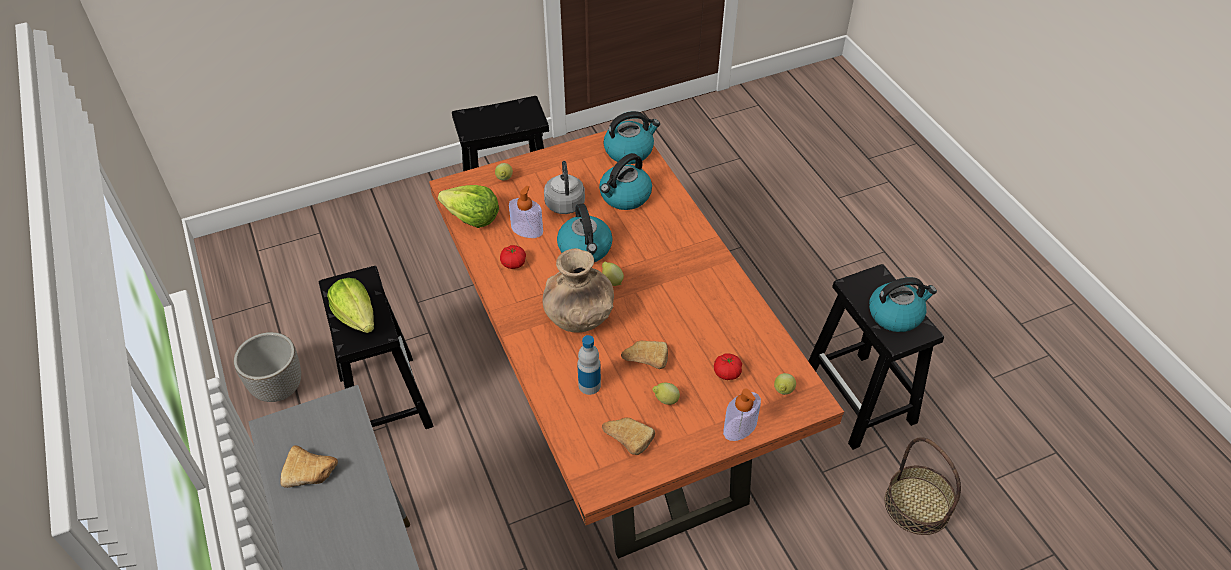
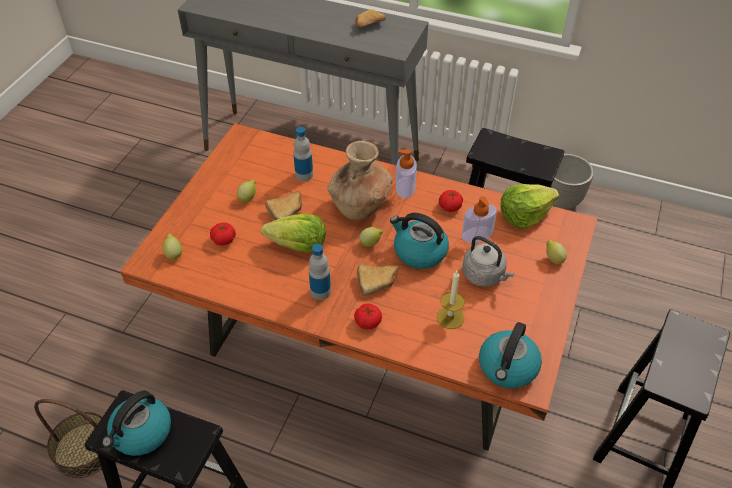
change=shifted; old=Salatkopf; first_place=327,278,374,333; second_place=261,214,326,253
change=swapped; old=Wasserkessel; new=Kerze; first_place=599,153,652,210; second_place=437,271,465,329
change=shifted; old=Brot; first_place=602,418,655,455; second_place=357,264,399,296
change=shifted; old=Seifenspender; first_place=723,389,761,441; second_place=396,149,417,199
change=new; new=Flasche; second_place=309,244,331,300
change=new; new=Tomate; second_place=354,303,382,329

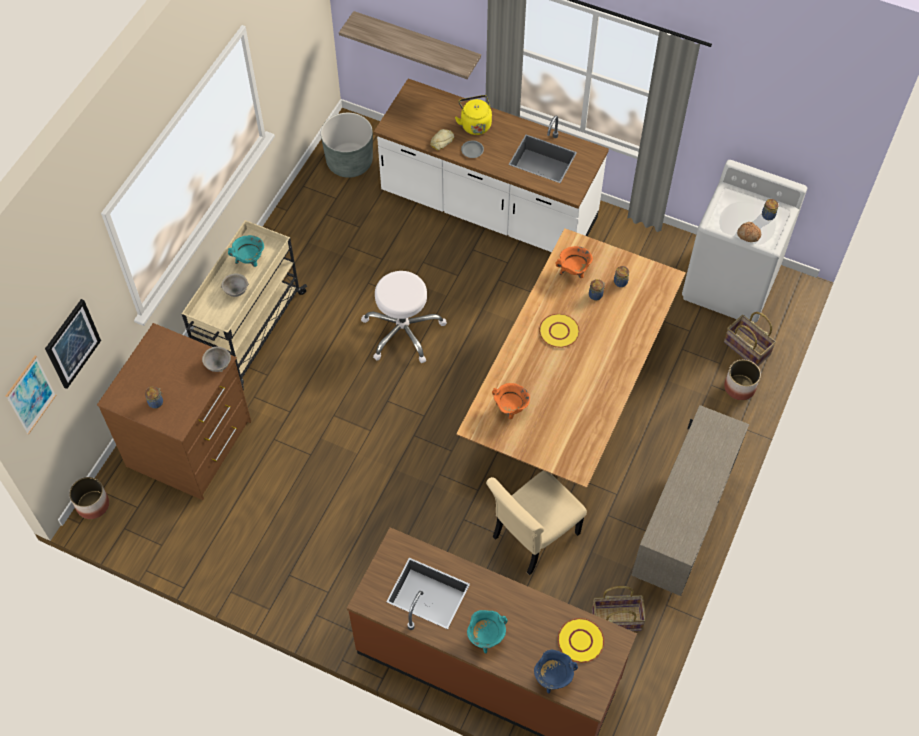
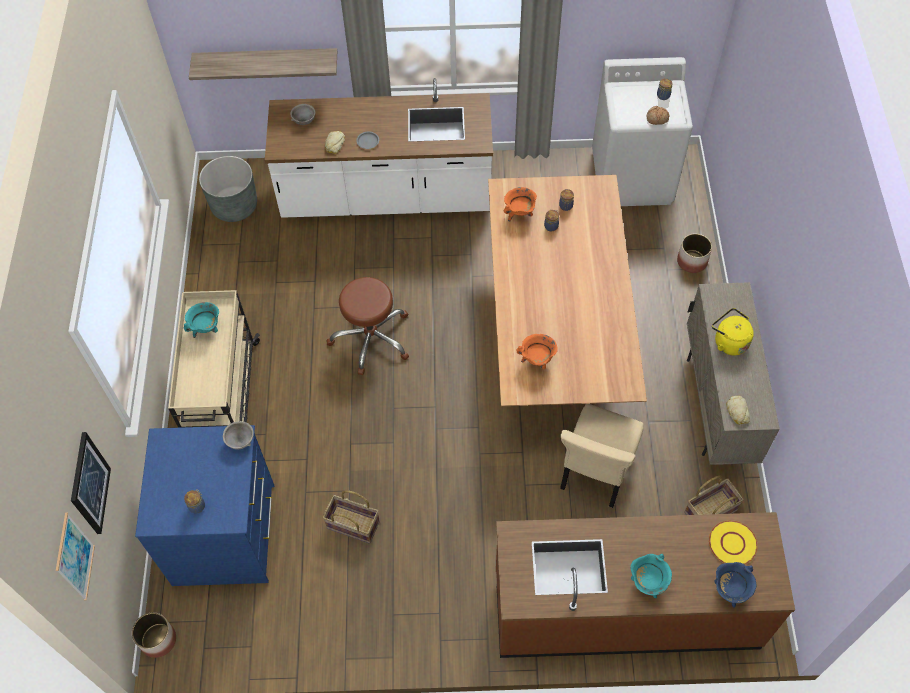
change=repainted; old=Kommode/braun; new=Kommode/blau; first_place=97,323,251,500; second_place=135,425,274,586
change=shifted; old=Schüssel/grau; first_place=221,274,249,297; second_place=290,104,315,125
change=repainted; old=Hocker/weiß; new=Hocker/braun; first_place=361,271,447,363; second_place=327,277,409,375
change=shifted; old=Wasserkessel/gelb; first_place=455,95,492,135; second_place=712,308,754,356
change=gone; old=Teller/gelb; first_place=539,314,580,348
change=shifted; old=Korb; first_place=724,312,776,366; second_place=323,490,380,544
change=new; new=Brot; second_place=726,396,750,425

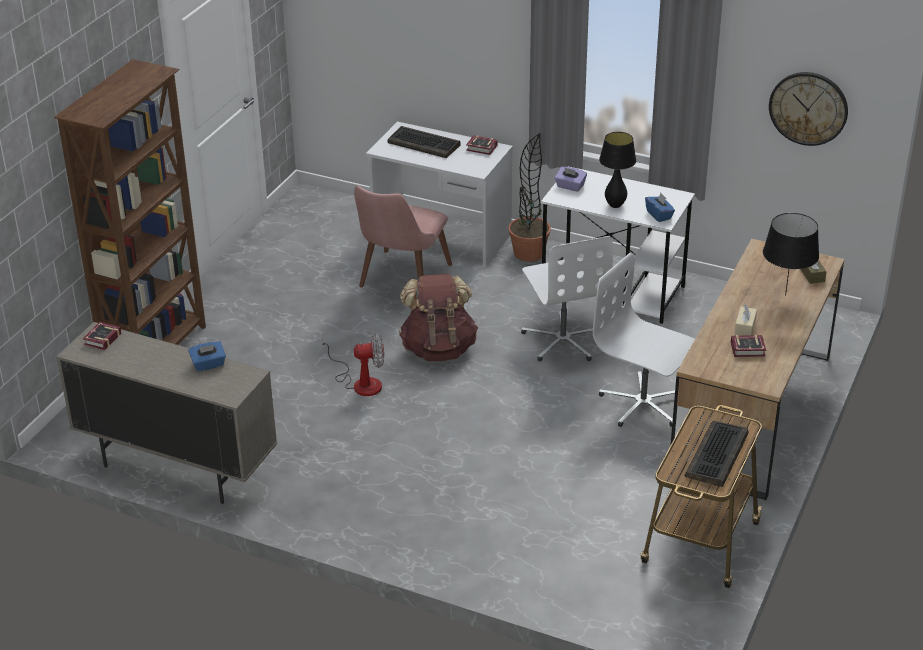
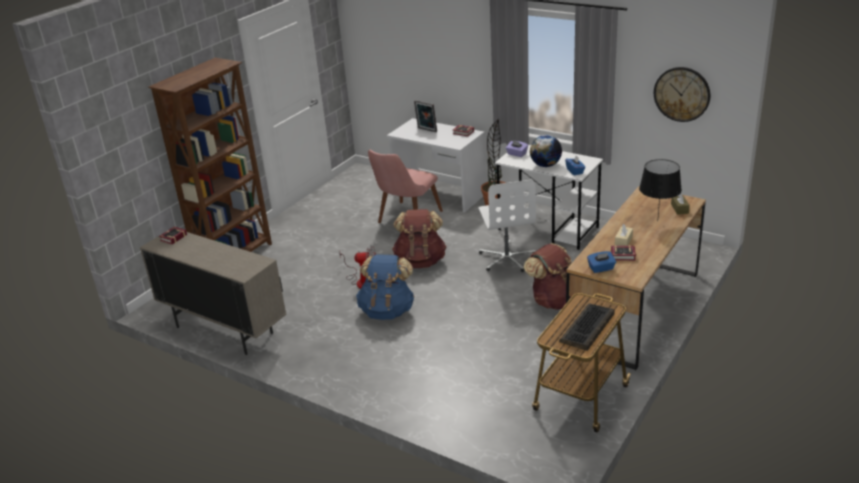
change=shifted; old=Taschentuchbox/blau; first_place=188,341,226,372; second_place=587,251,616,273
change=swapped; old=Tastatur; new=Bilderrahmen; first_place=387,126,461,158; second_place=414,100,437,132
change=swapped; old=Bürostuhl/weiß; new=Rucksack/braun; first_place=593,253,695,427; second_place=524,243,572,310
change=swapped; old=Tischlampe/schwarz; new=Globus; first_place=599,132,636,208; second_place=530,135,562,167
change=new; new=Rucksack/blau; second_place=356,254,415,320

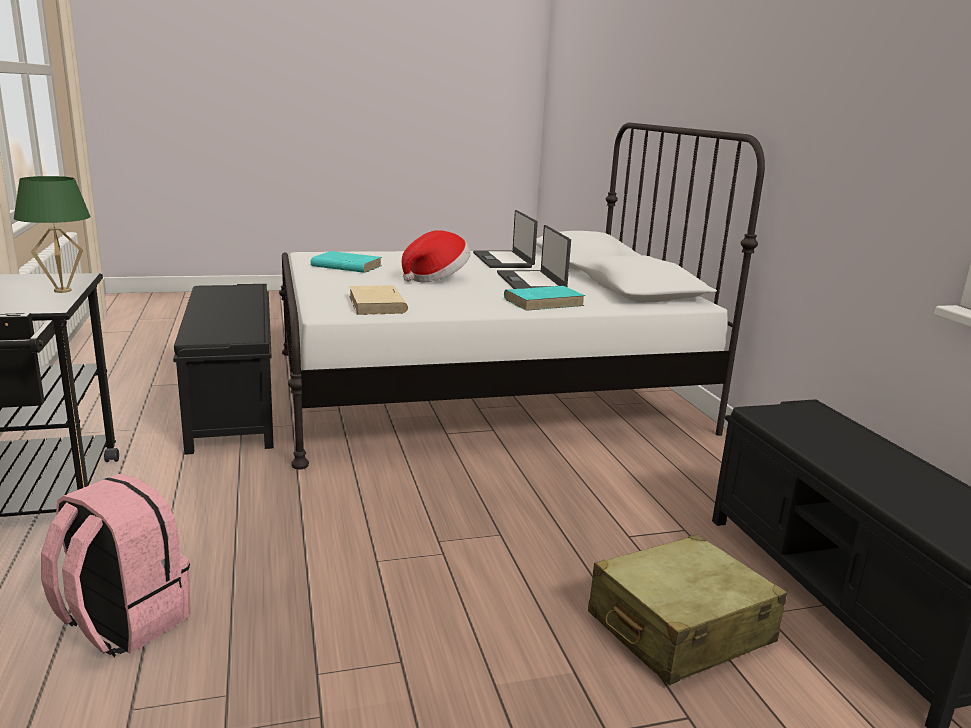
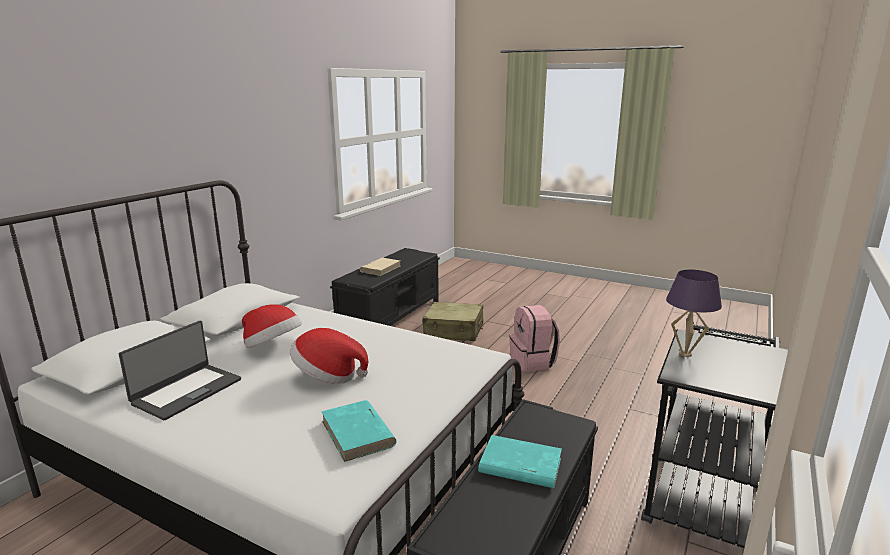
change=repainted; old=Tischlampe/grün; new=Tischlampe/lila; first_place=14,176,91,293; second_place=666,270,722,357
change=shifted; old=Rucksack/rosa; first_place=41,474,191,657; second_place=509,305,560,372
change=shifted; old=Buch/beige; first_place=349,285,408,315; second_place=360,258,400,276
change=swapped; old=Laptop; new=Hut; first_place=497,225,571,289; second_place=242,304,302,348
change=shifted; old=Buch/türkis; first_place=504,286,585,311; second_place=478,435,562,488

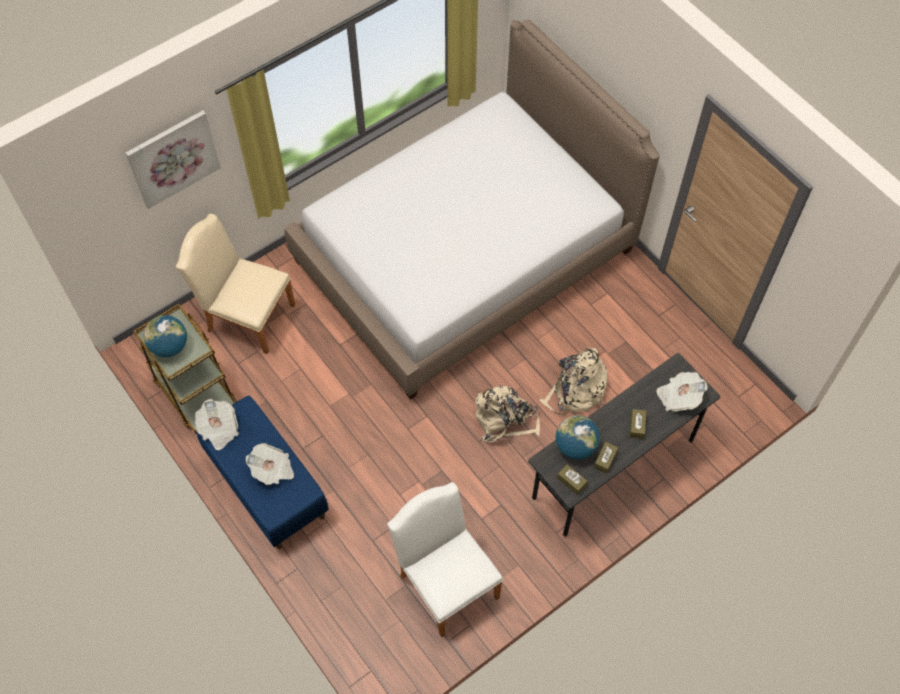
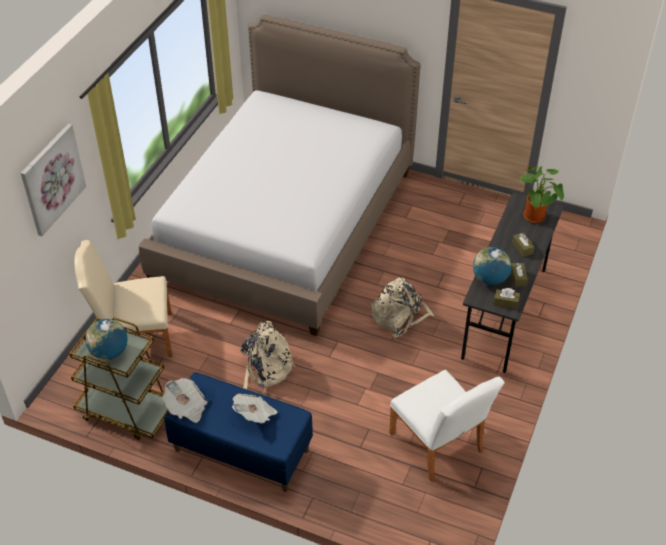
change=rotated; old=Stuhl/weiß; first_place=387,482,503,637; second_place=389,370,505,482; degrees=-150
change=shifted; old=Rucksack/beige; first_place=539,348,608,415; second_place=240,321,295,394
change=swapped; old=Zeitung; new=Topfpflanze; first_place=656,372,708,411; second_place=519,166,564,223

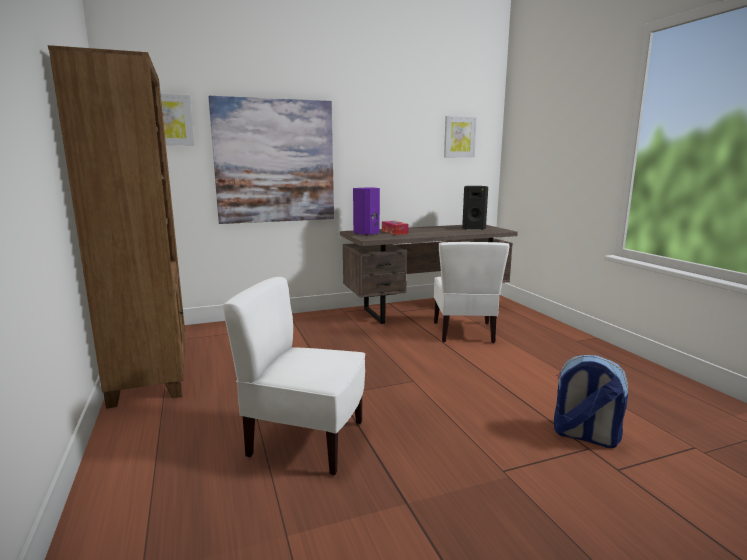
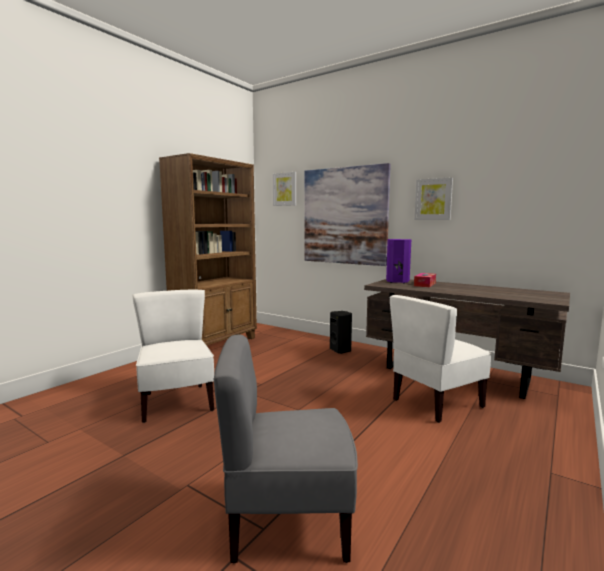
change=shifted; old=Bild; first_place=444,116,477,157; second_place=415,177,453,220
change=shifted; old=Lautsprecher/schwarz; first_place=462,186,488,230; second_place=330,311,352,354
change=swapped; old=Rucksack; new=Stuhl/grau; first_place=554,355,628,448; second_place=214,334,358,563

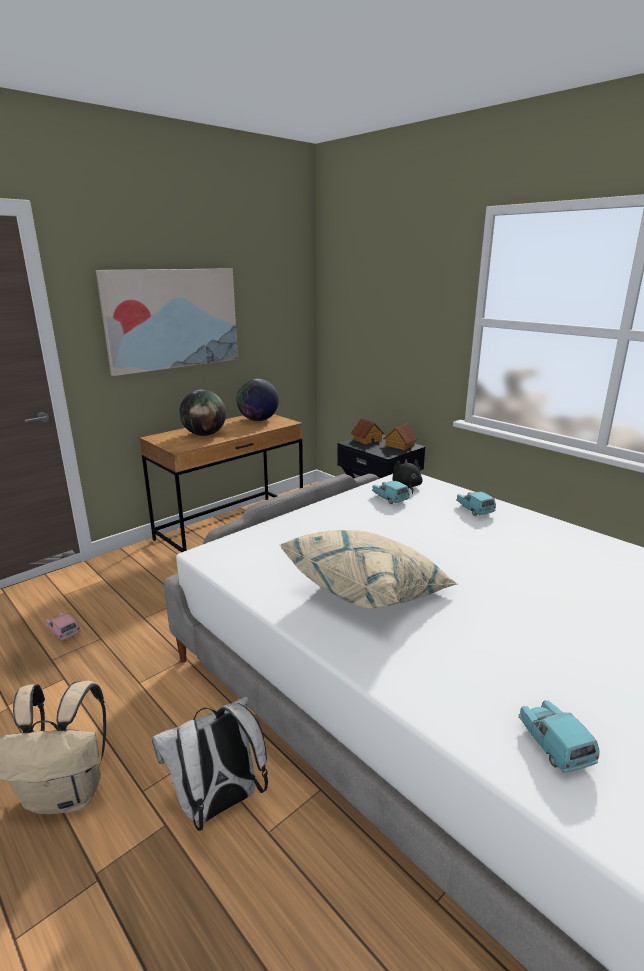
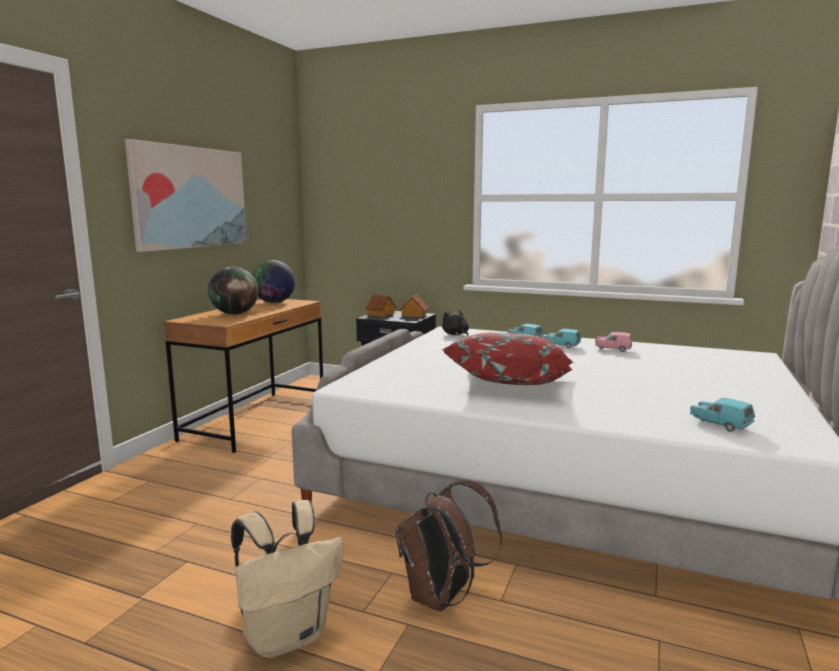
change=shifted; old=Spielzeugauto/rosa; first_place=46,612,80,641; second_place=595,332,632,352
change=repainted; old=Rucksack/weiß; new=Rucksack/braun; first_place=152,696,268,831; second_place=396,481,502,611
change=repainted; old=Kissen/beige; new=Kissen/rot; first_place=279,530,457,609; second_place=443,332,573,385
change=shifted; old=Spielzeugauto/türkis; first_place=372,481,410,504; second_place=544,329,581,349

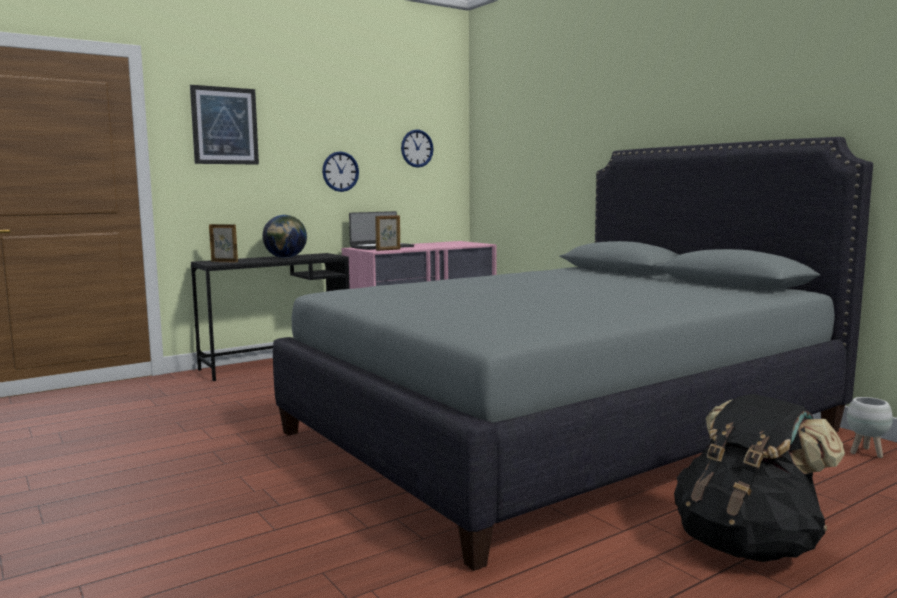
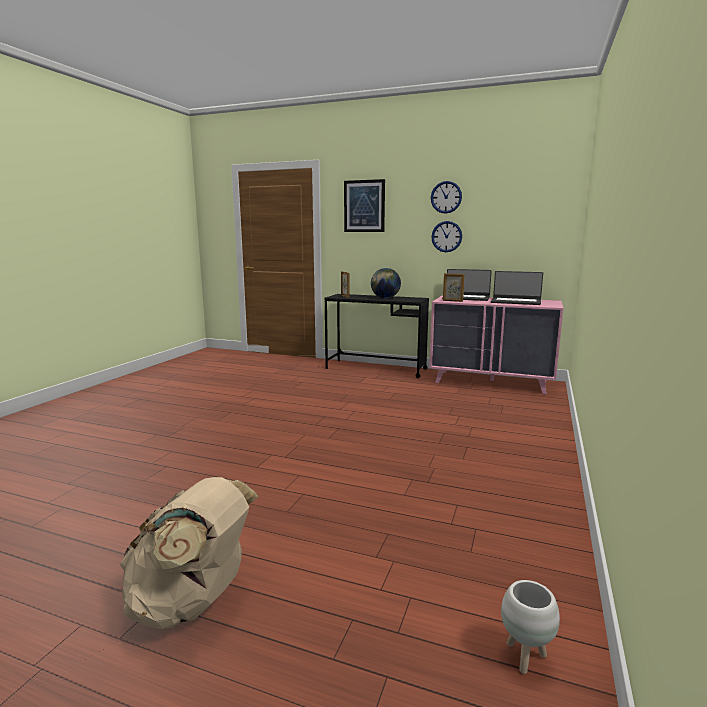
change=gone; old=Bett/grau; first_place=273,137,873,571
change=shifted; old=Wanduhr; first_place=401,129,433,168; second_place=431,181,462,214
change=repainted; old=Rucksack/schwarz; new=Rucksack/beige; first_place=674,394,845,562; second_place=120,477,258,629
change=new; new=Laptop; second_place=491,271,543,305

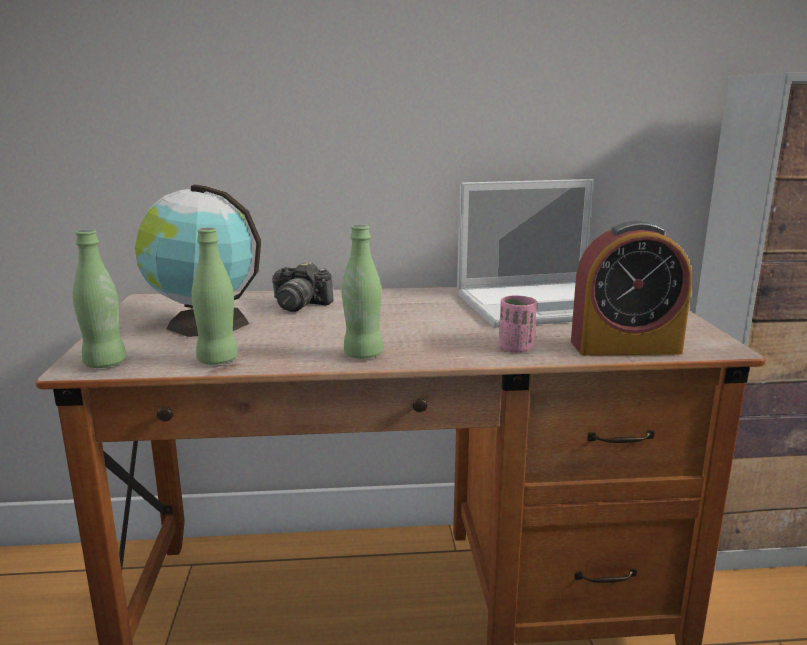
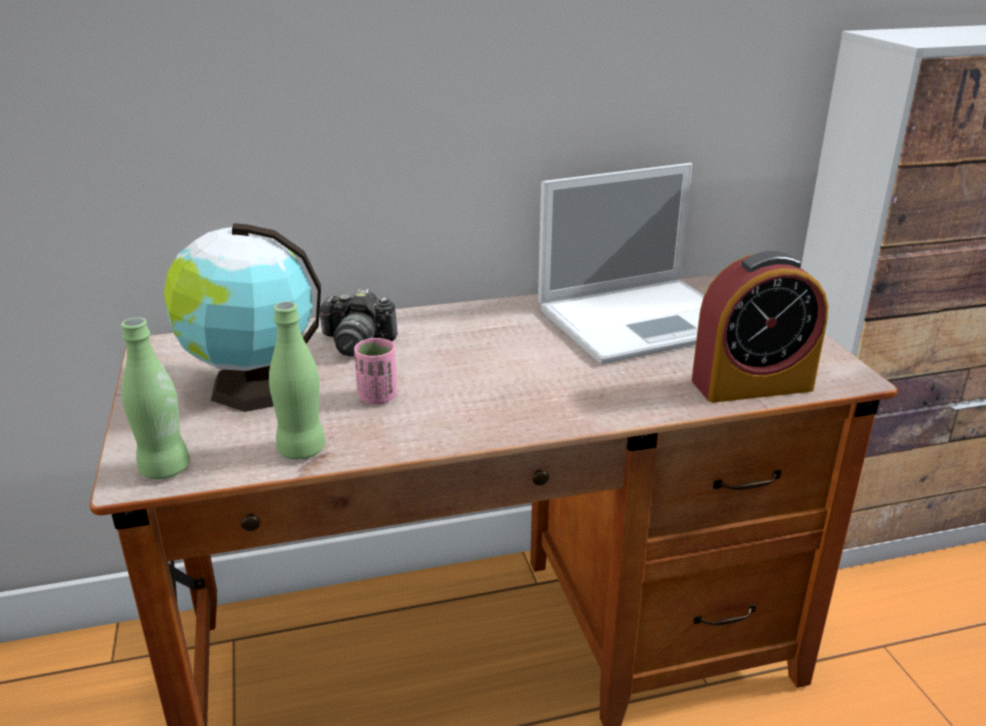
change=gone; old=Flasche/grün; first_place=342,224,383,359
change=shifted; old=Tasse/rosa; first_place=499,295,537,353; second_place=354,338,397,405

